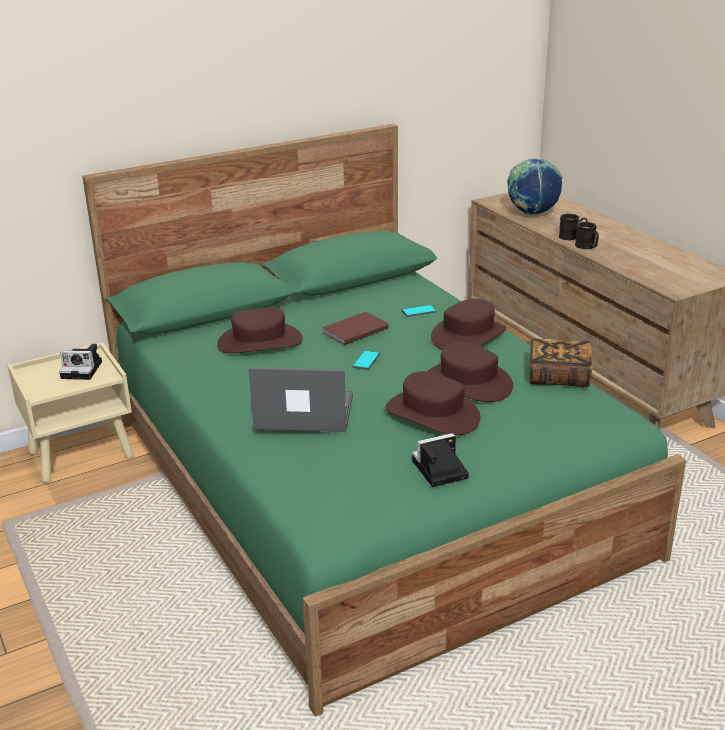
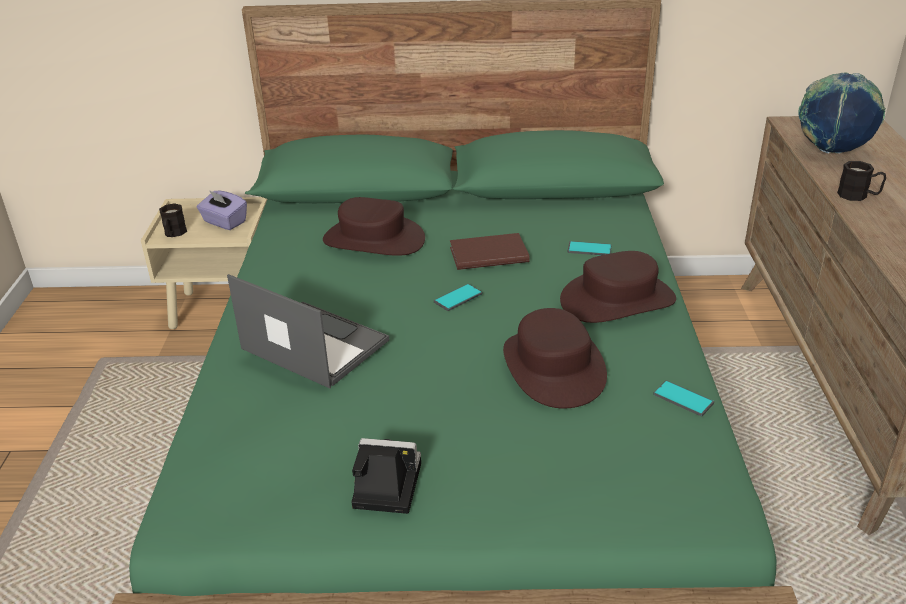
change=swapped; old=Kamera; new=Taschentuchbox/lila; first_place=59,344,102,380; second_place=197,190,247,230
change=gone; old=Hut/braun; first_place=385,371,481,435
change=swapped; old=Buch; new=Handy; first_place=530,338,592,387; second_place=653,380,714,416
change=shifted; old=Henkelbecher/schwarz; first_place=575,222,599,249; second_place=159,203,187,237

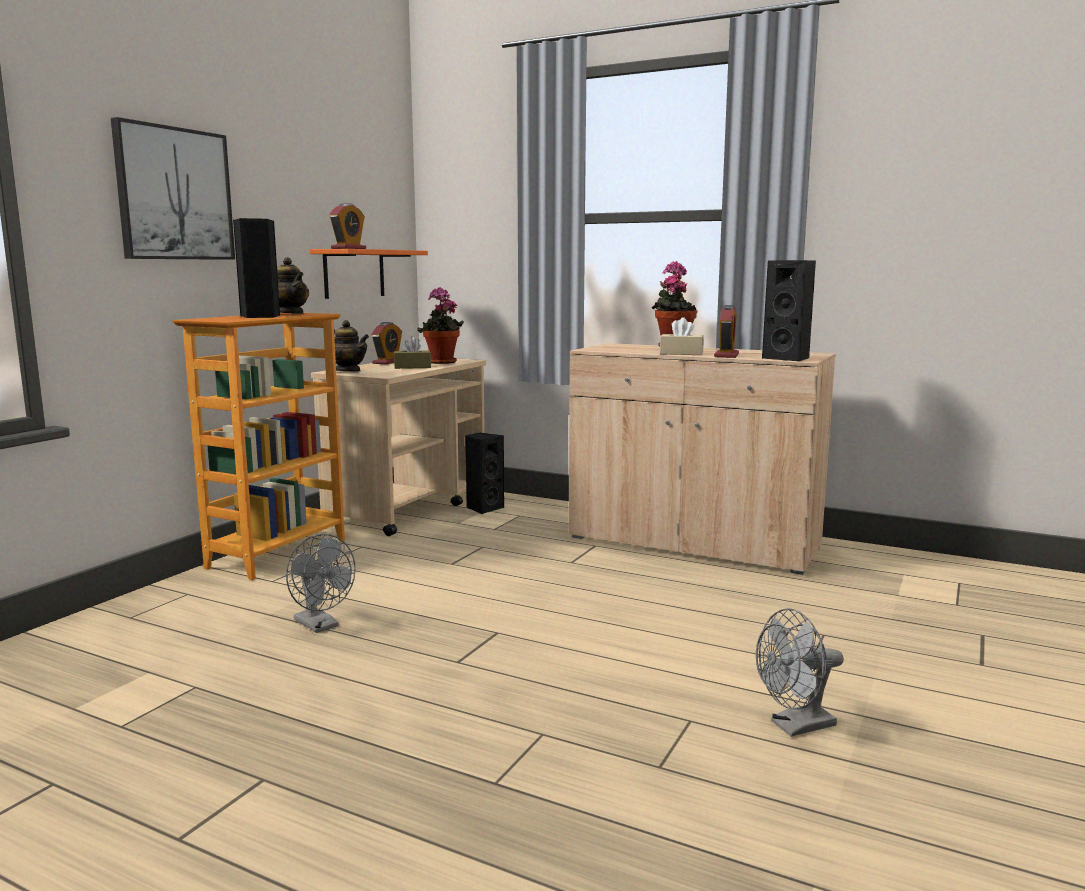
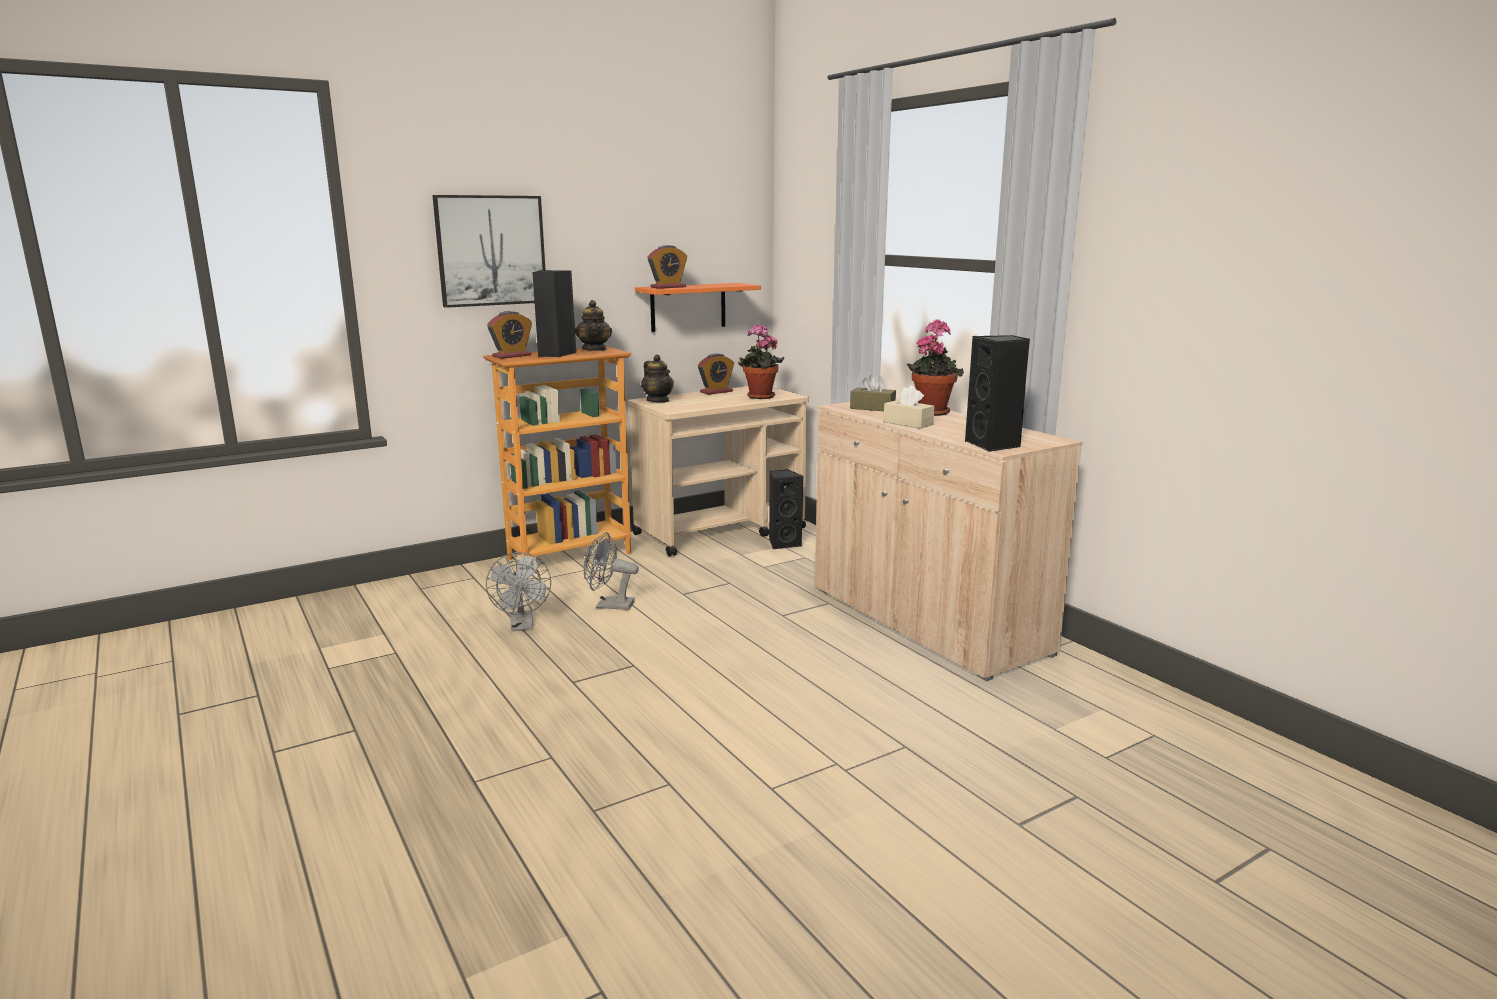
change=shifted; old=Taschentuchbox/braun; first_place=394,336,431,369; second_place=850,373,896,411
change=shifted; old=Wecker; first_place=714,305,739,358; second_place=487,311,532,359
change=shifted; old=Ventilator/grau; first_place=756,608,844,737; second_place=583,532,639,610

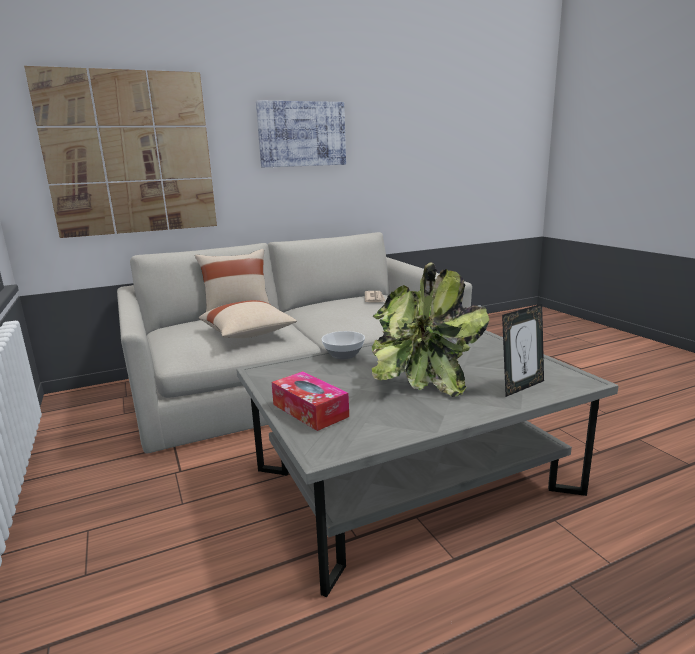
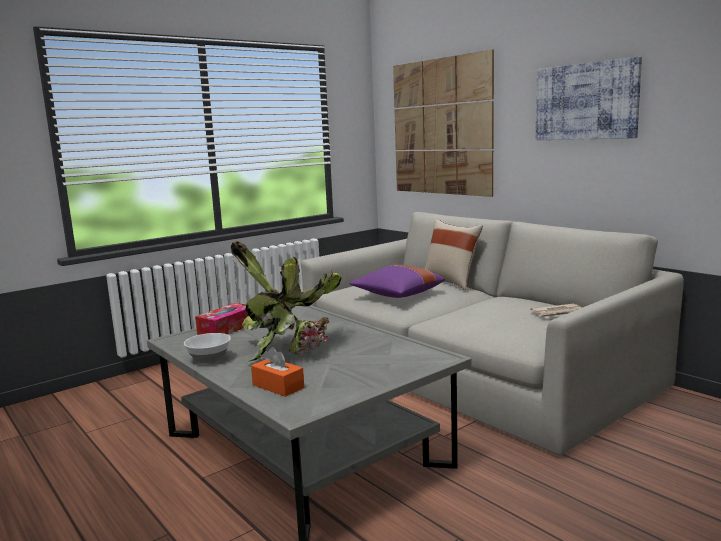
change=repainted; old=Kissen/beige; new=Kissen/lila; first_place=199,300,297,338; second_place=349,265,445,298
change=shifted; old=Schüssel; first_place=321,331,365,359; second_place=184,333,231,363
change=swapped; old=Bilderrahmen; new=Taschentuchbox/orange; first_place=502,304,544,397; second_place=251,347,304,397

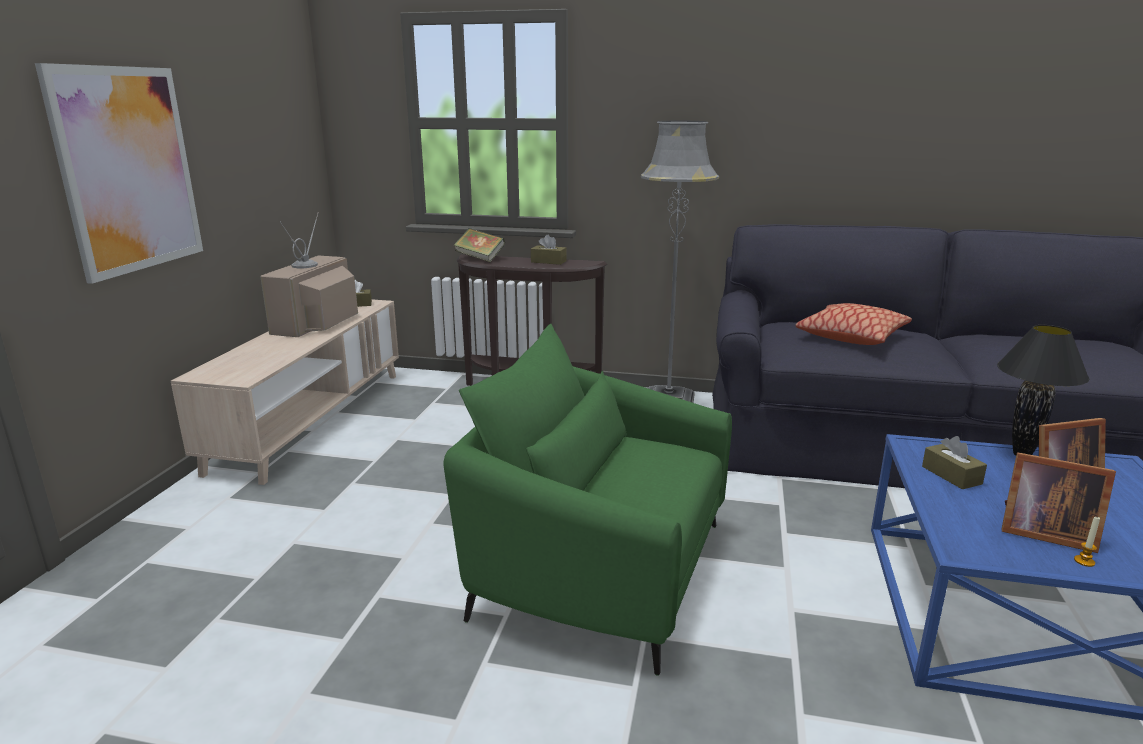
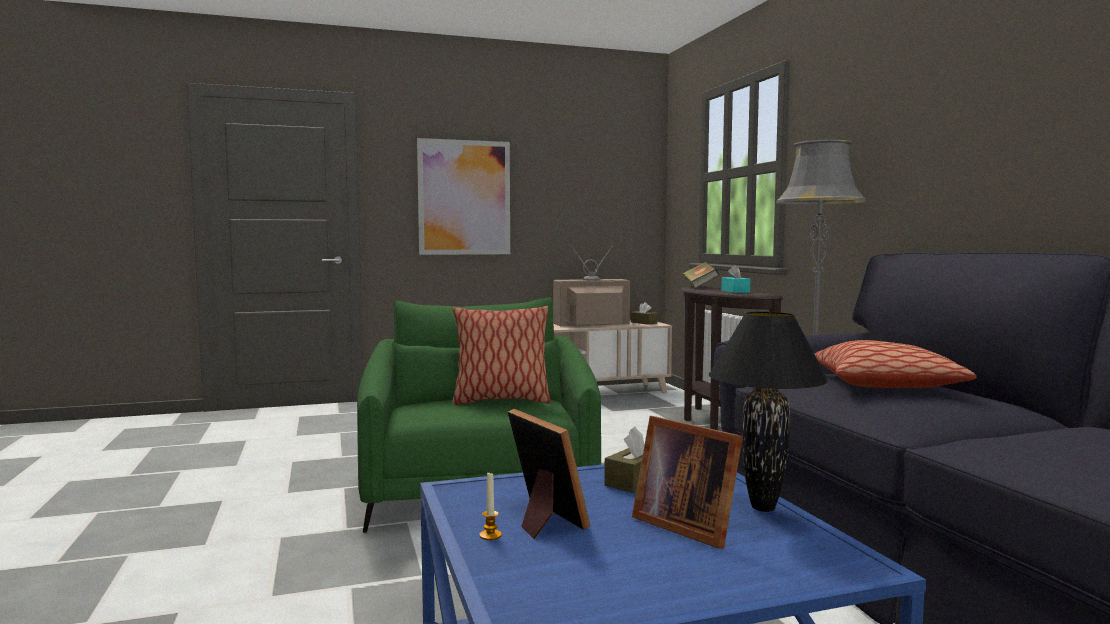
change=repainted; old=Taschentuchbox/braun; new=Taschentuchbox/türkis; first_place=531,235,567,265; second_place=721,265,750,293
change=rotated; old=Bilderrahmen; first_place=1001,452,1116,553; second_place=508,409,590,539; degrees=150
change=new; new=Kissen; second_place=453,306,551,405

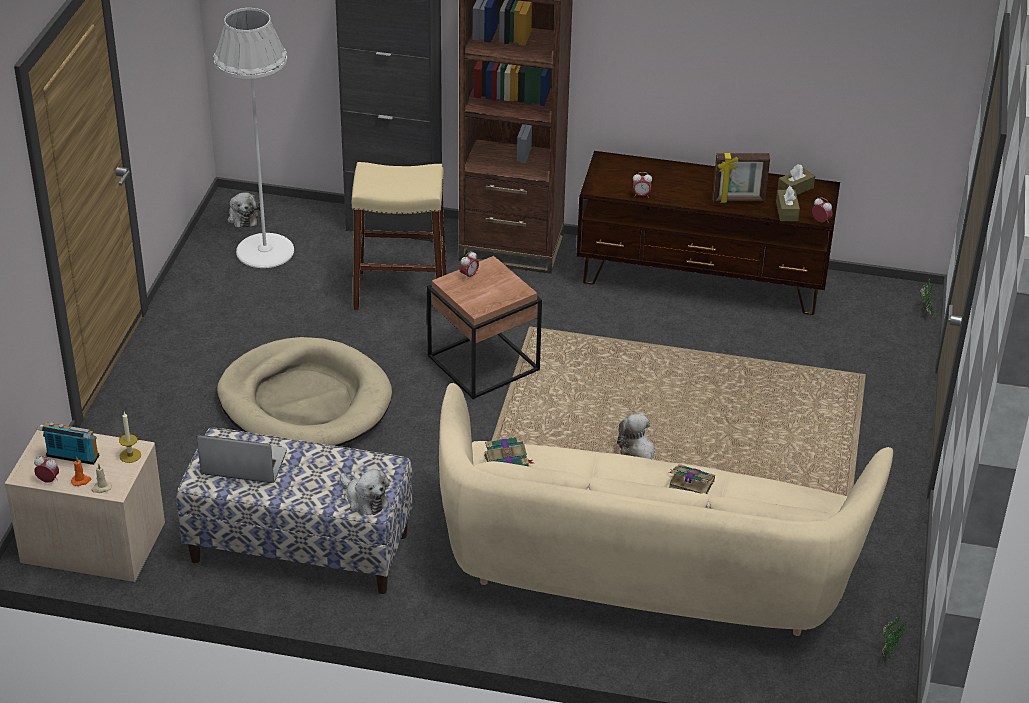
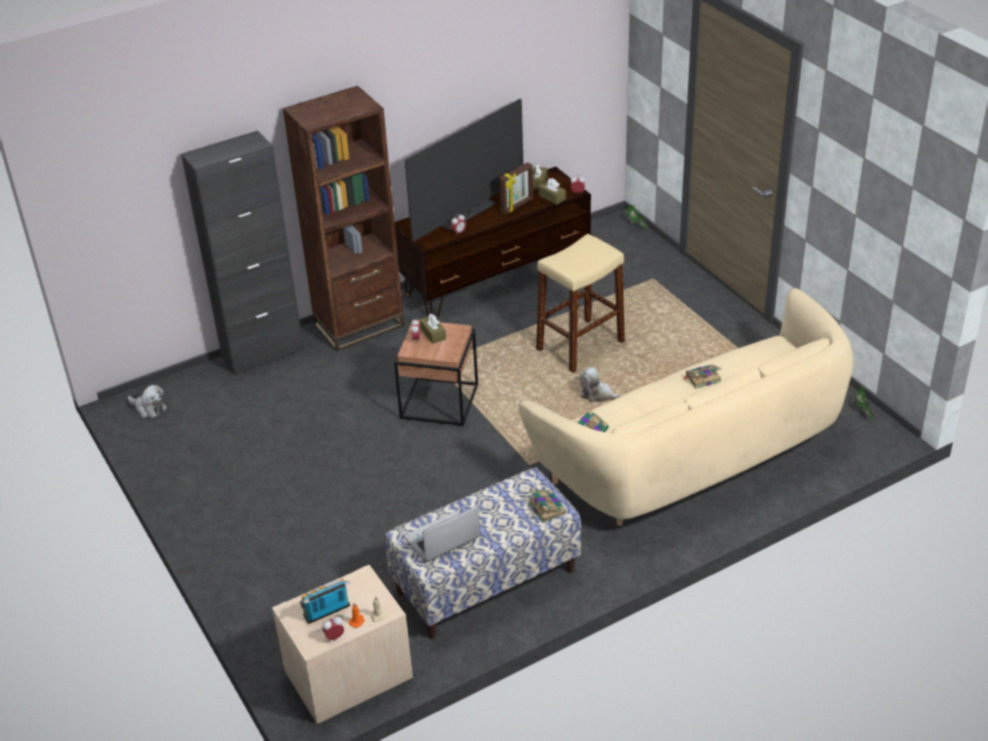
change=gone; old=Kerze; first_place=119,412,141,463
change=gone; old=Stehlampe/weiß; first_place=213,8,294,268
change=gone; old=Hundebett/beige; first_place=217,337,392,446
change=swapped; old=Plüschtier; new=Buch; first_place=340,469,390,515; second_place=528,489,566,523
change=shifted; old=Hocker/beige; first_place=352,162,447,312; second_place=536,234,625,373
change=new; new=Fernseher; second_place=405,99,524,242
change=new; new=Taschentuchbox/braun; second_place=420,314,446,344

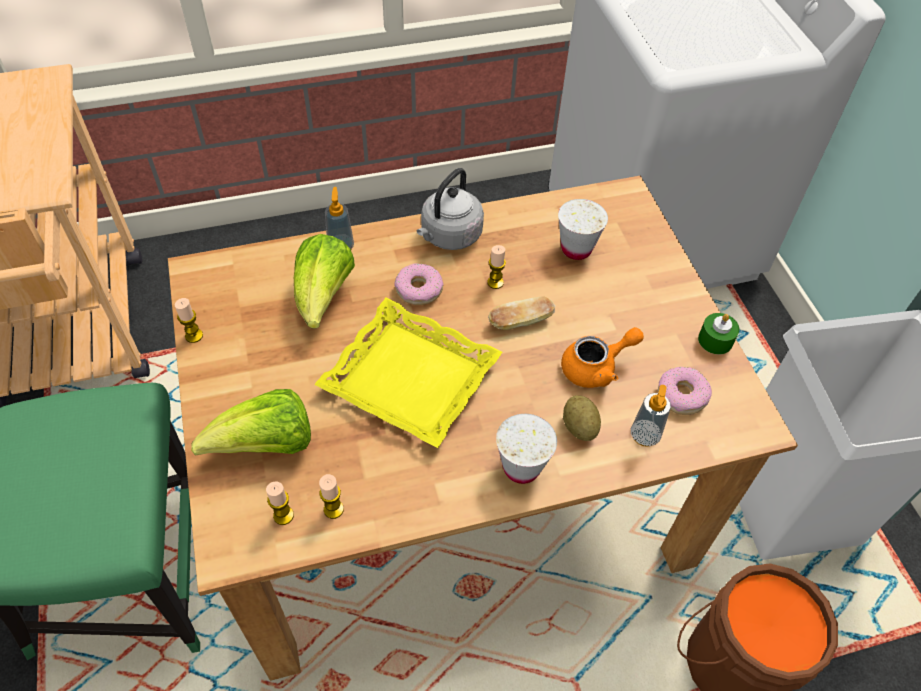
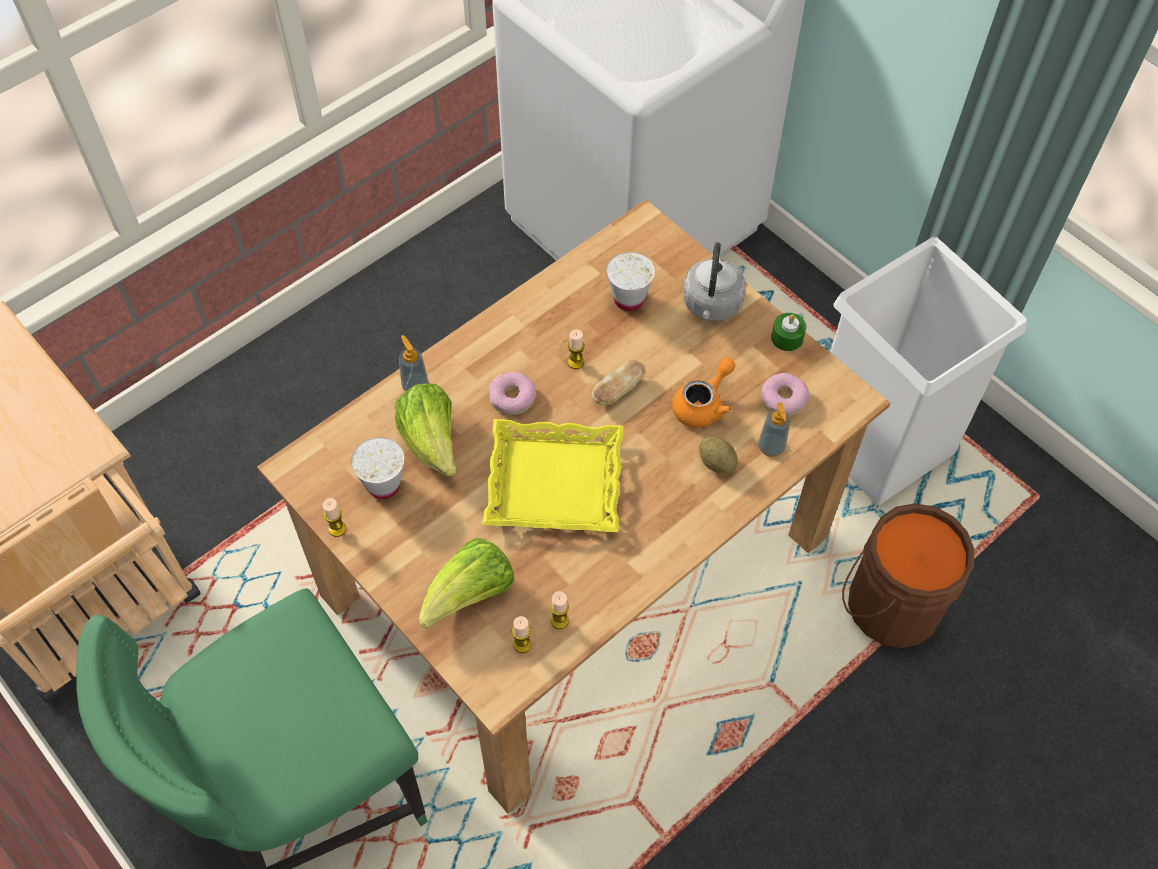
change=shifted; old=Wasserkessel/grau; first_place=417,168,484,250; second_place=683,242,746,321
change=shifted; old=Tasse/weiß; first_place=496,414,557,484; second_place=351,438,404,499

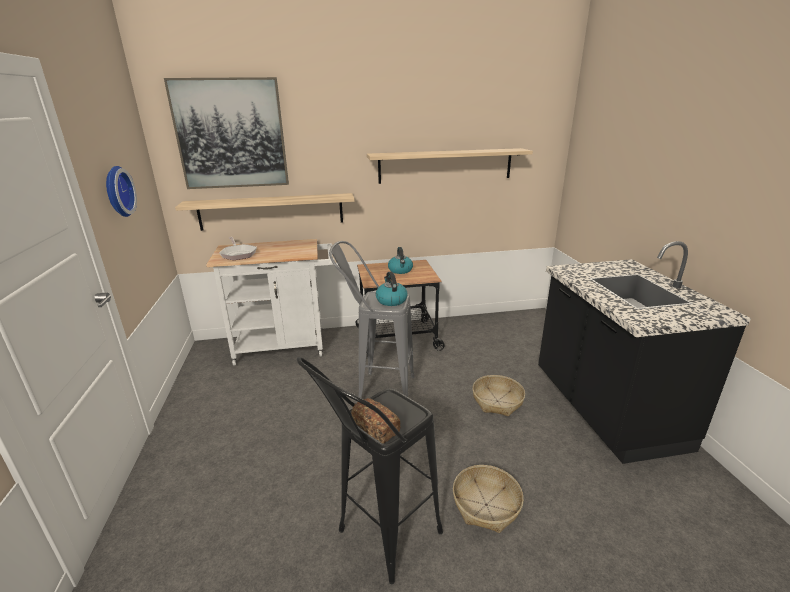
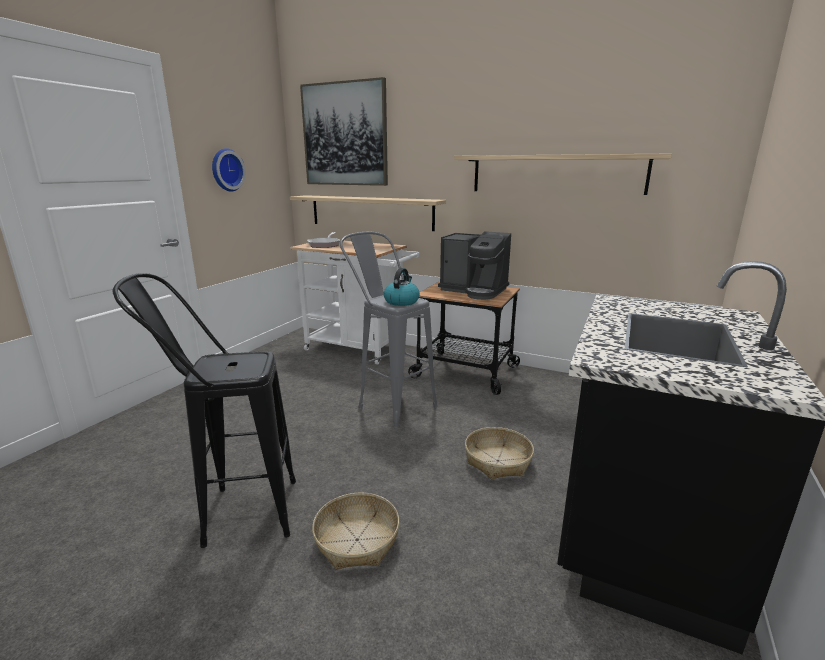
change=gone; old=Brot; first_place=351,398,401,443
change=swapped; old=Wasserkessel; new=Kaffeemaschine; first_place=388,247,413,274; second_place=438,231,511,300

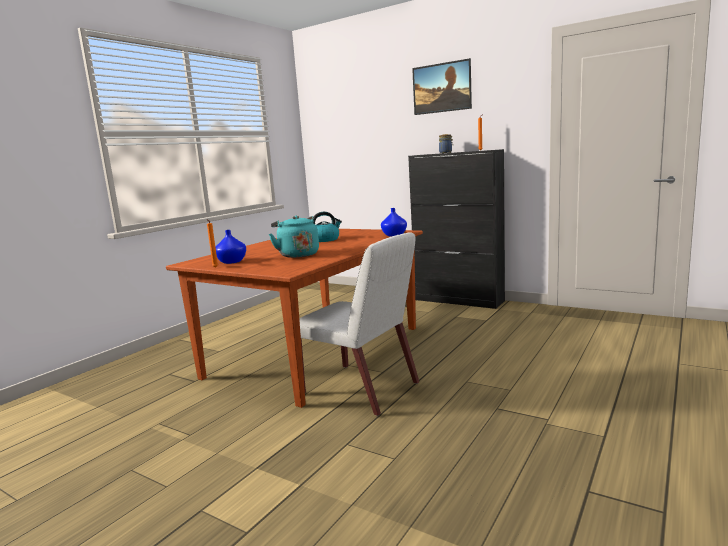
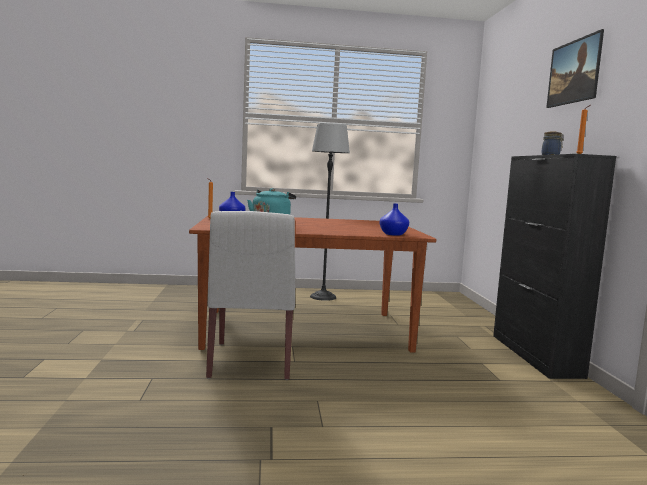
change=gone; old=Wasserkessel; first_place=313,212,342,242
change=new; new=Stehlampe; second_place=310,123,350,301

